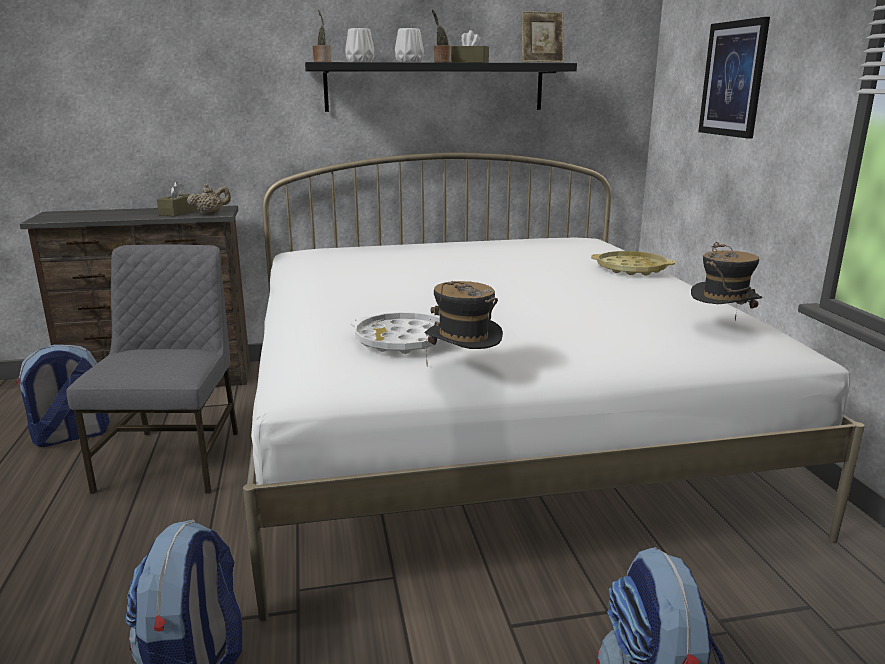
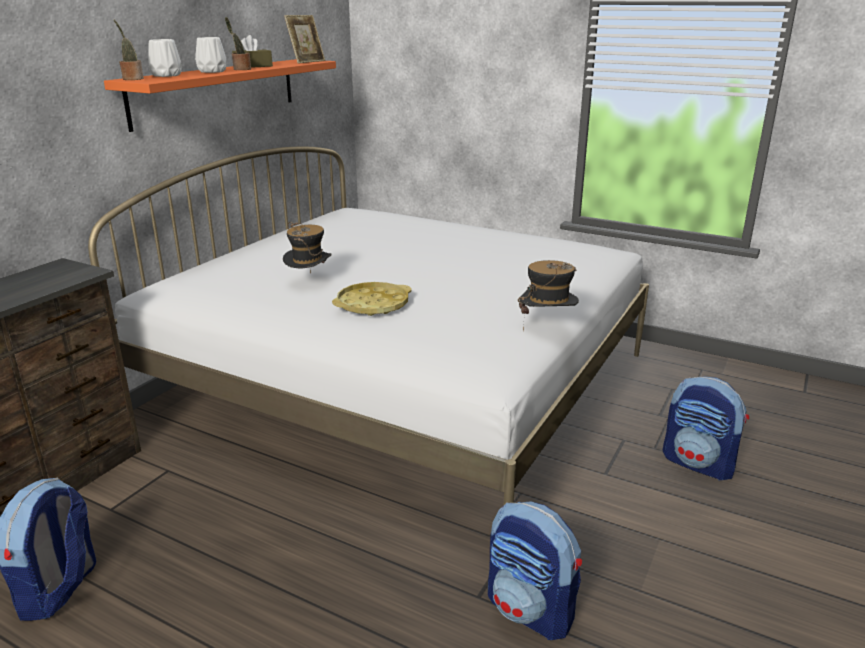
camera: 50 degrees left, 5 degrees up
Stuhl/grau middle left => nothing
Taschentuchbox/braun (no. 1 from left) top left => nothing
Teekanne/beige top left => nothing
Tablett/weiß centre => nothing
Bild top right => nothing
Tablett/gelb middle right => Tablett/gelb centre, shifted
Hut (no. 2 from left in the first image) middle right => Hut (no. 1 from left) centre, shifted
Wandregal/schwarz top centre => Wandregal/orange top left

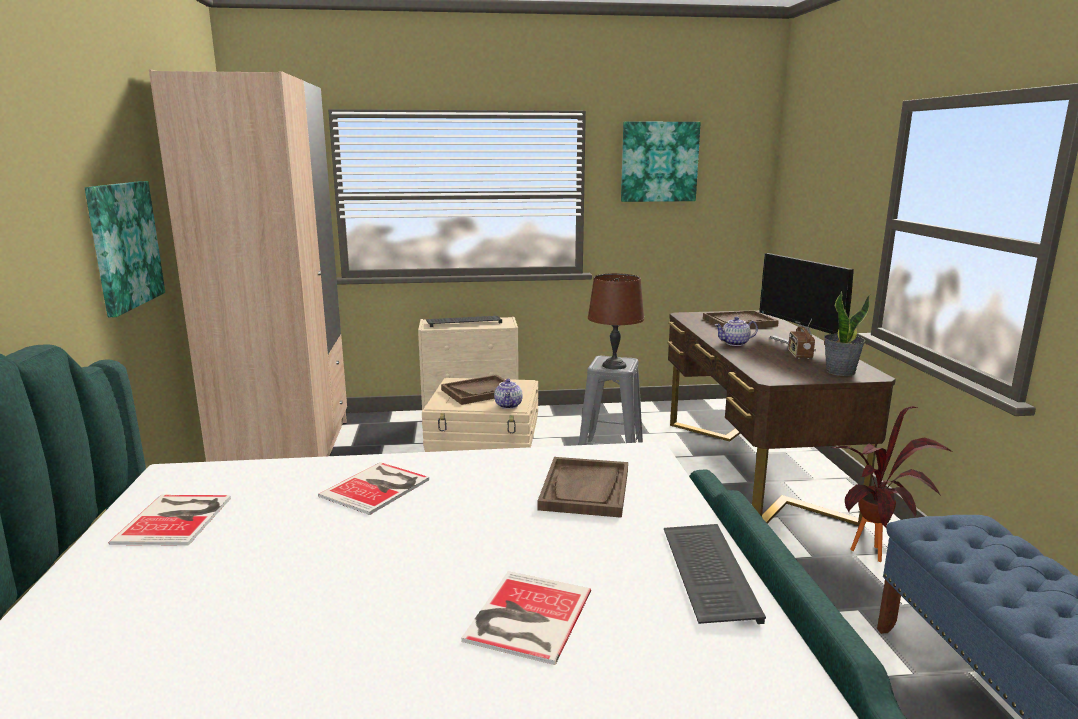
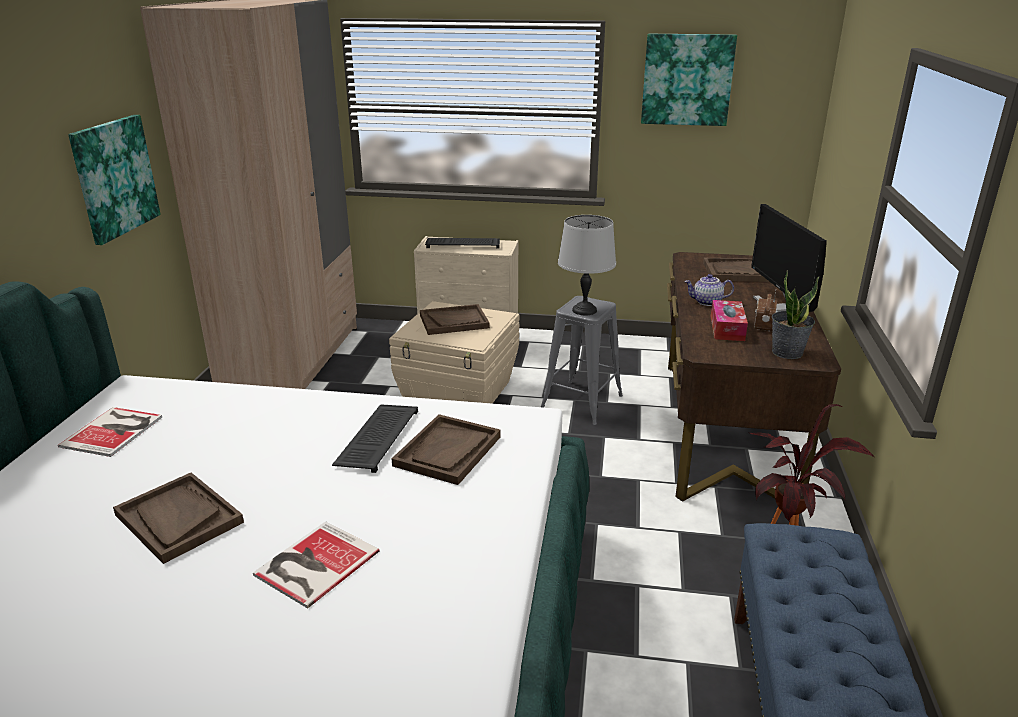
camera: 15 degrees right, 10 degrees up
Buch (no. 2 from left) bottom centre => nothing
Teekanne (no. 1 from left) centre => nothing
nothing => Tablett/braun (no. 1 from left) bottom left
nothing => Taschentuchbox middle right
Tastatur (no. 2 from left in the first image) bottom centre => Tastatur (no. 1 from left) centre, shifted
Tischlampe/braun centre => Tischlampe/grau centre

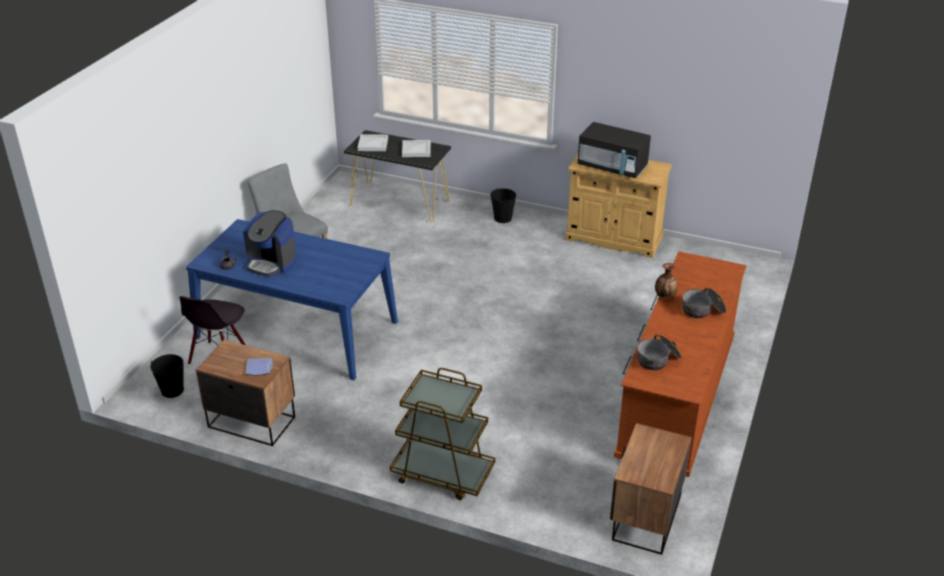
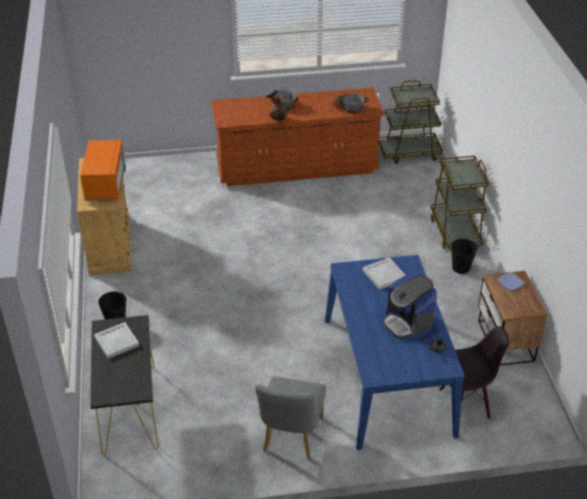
camera: 120 degrees left, 5 degrees up
Eimer/schwarz (no. 1 from left in the first image) middle left => Eimer/schwarz (no. 2 from left) middle right, shifted
Tablett/weiß (no. 1 from left in the first image) top centre => Tablett/weiß (no. 2 from left) centre, shifted
Nachttisch (no. 2 from left) bottom right => Rollwagen/braun (no. 1 from left) top right
Mikrowelle/schwarz top centre => Mikrowelle/orange middle left
Kaffeemaschine middle left => Kaffeemaschine middle right, 150 degrees clockwise

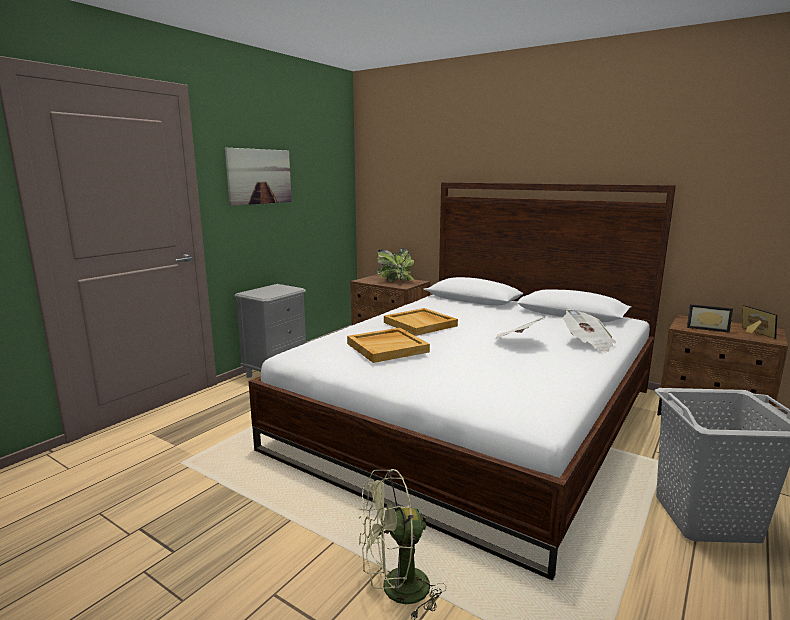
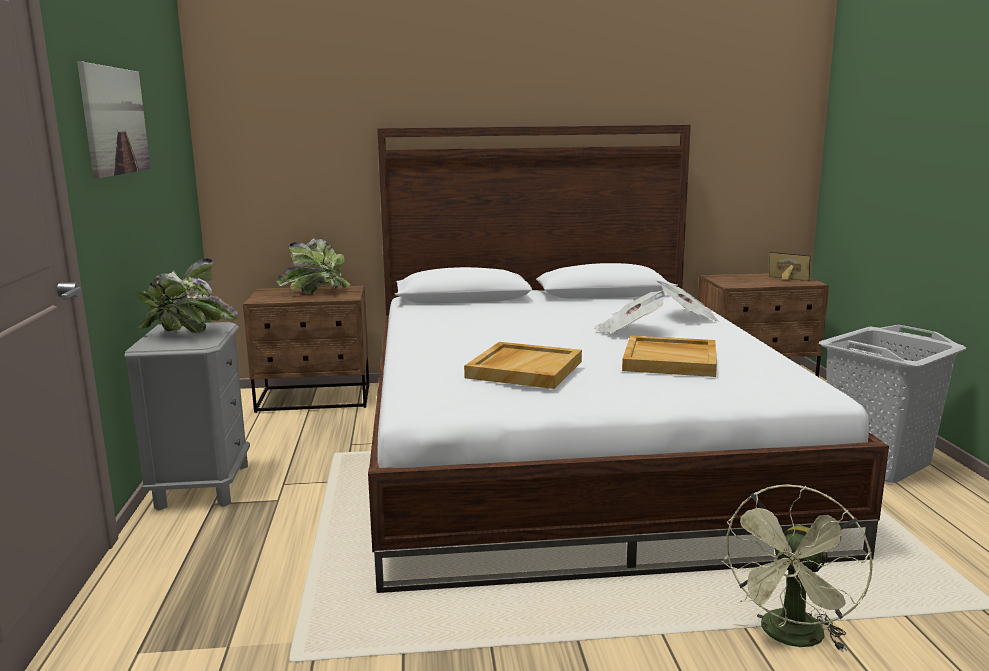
camera: 40 degrees left, 0 degrees up
Bilderrahmen (no. 1 from left) middle right => nothing
nothing => Topfpflanze (no. 1 from left) middle left
Tablett/beige (no. 2 from left) centre => Tablett/beige (no. 2 from left) middle right, shifted

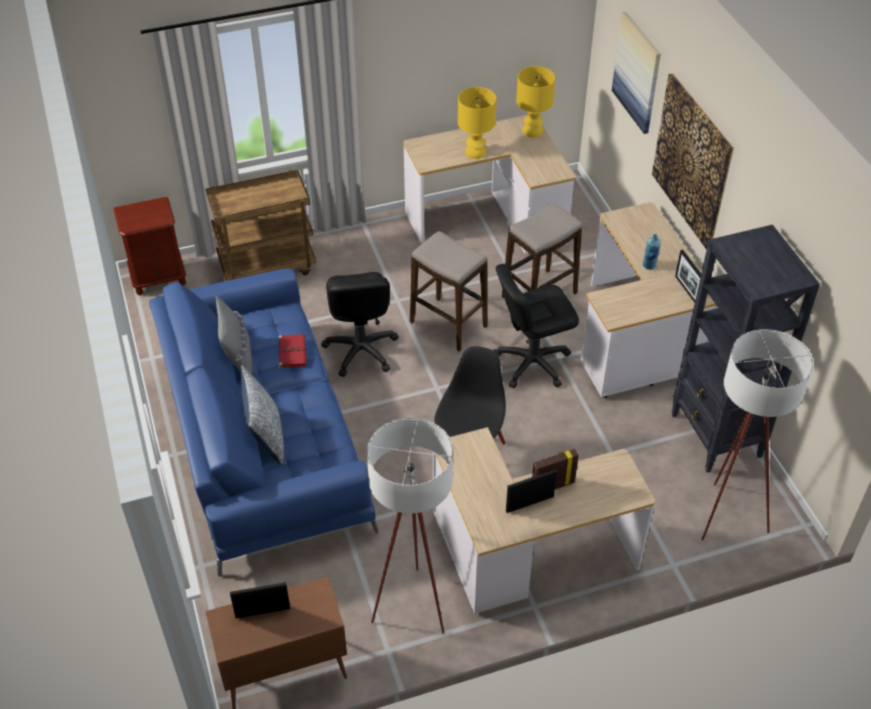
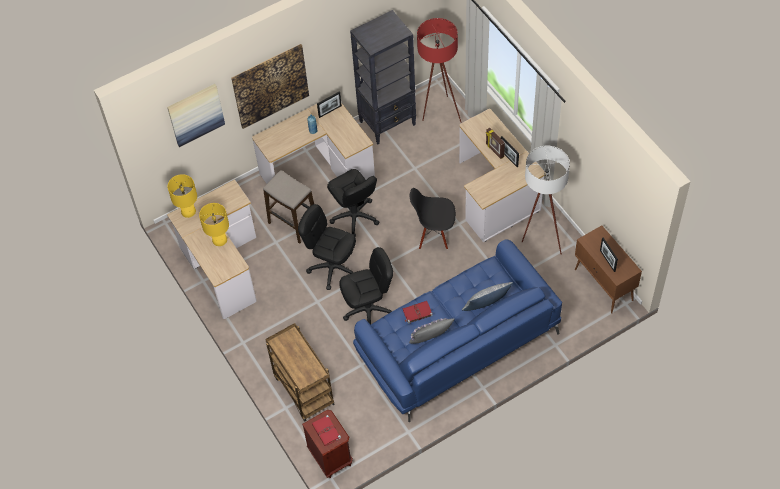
camera: 100 degrees left, 10 degrees up
nothing => Buch/rot (no. 1 from left) bottom centre
Hocker (no. 1 from left) centre => Bürostuhl/schwarz (no. 1 from left) centre
Stehlampe/weiß (no. 2 from left) middle right => Stehlampe/rot top centre

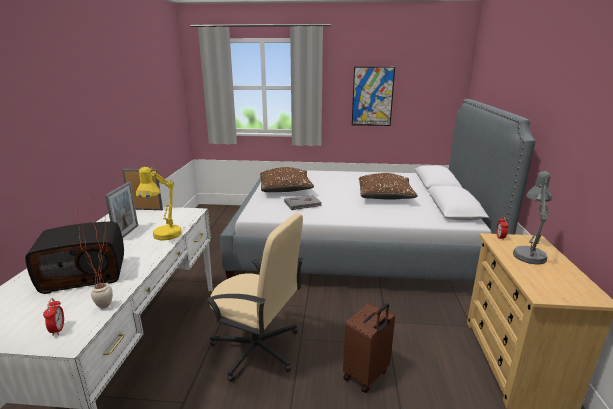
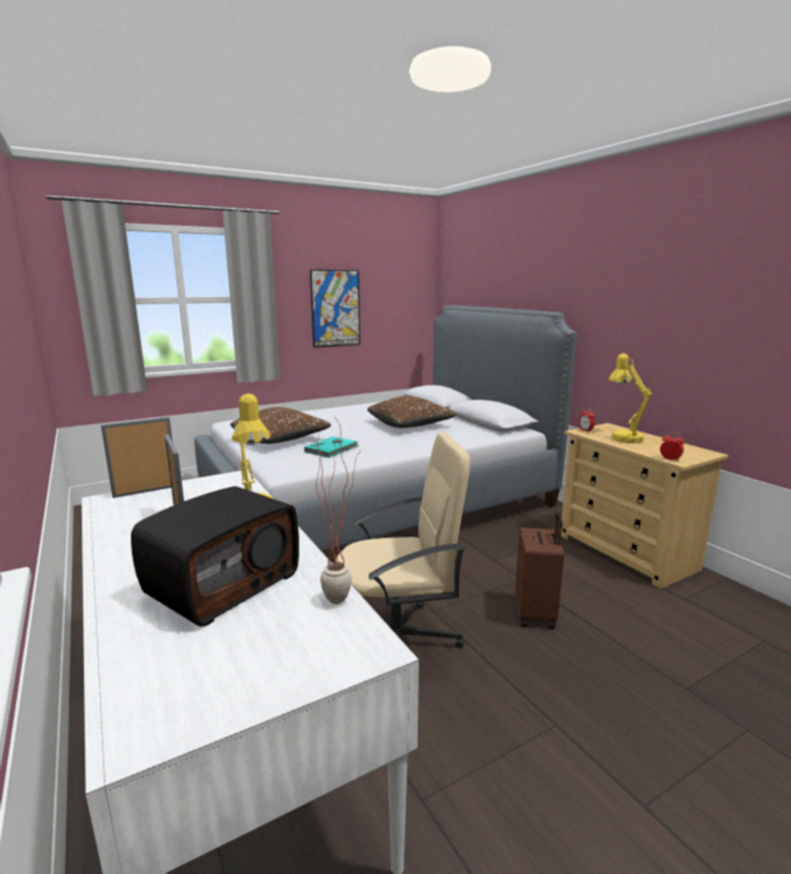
camera: 35 degrees left, 5 degrees down
Wecker (no. 1 from left in the first image) bottom left => Wecker (no. 2 from left) middle right, shifted
Buch/grau centre => Buch/türkis centre
Tischlampe/grau middle right => Tischlampe/gelb (no. 2 from left) middle right

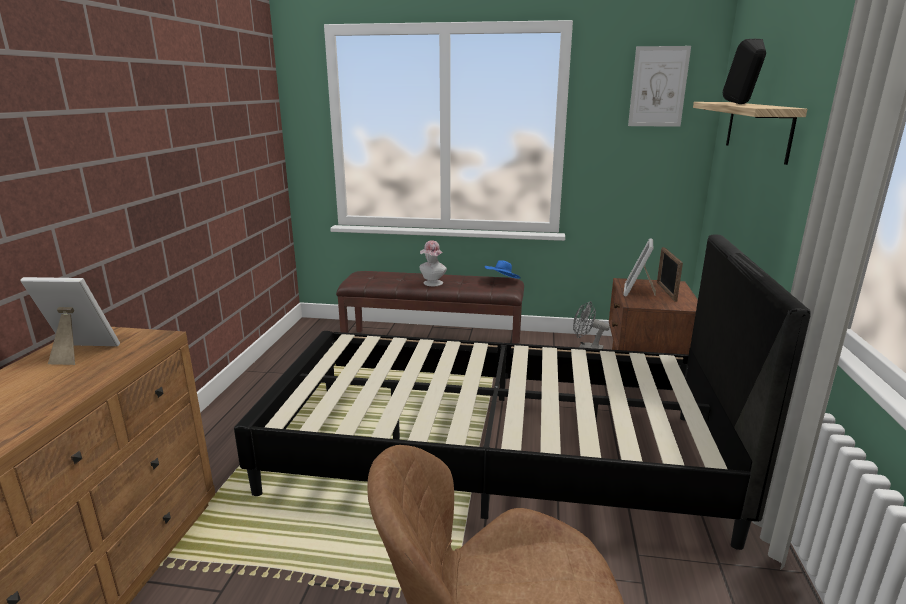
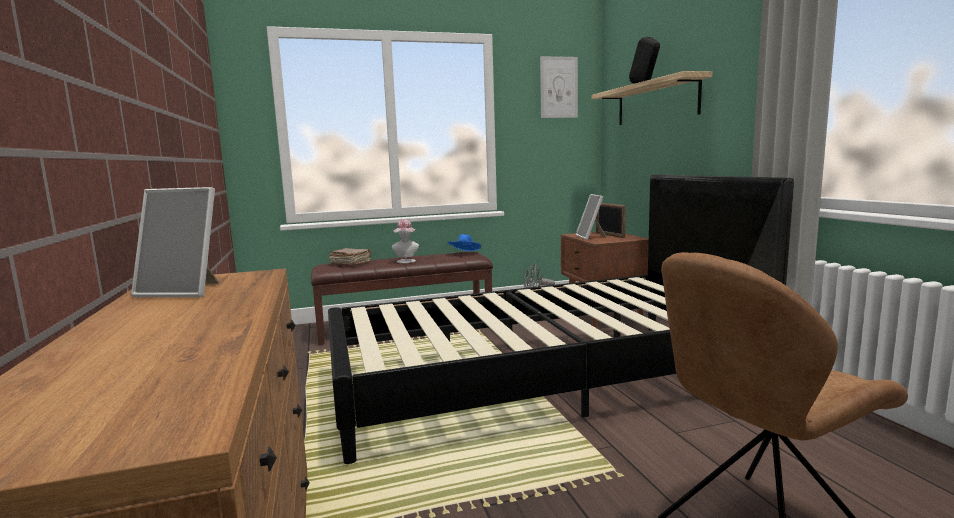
camera: 25 degrees left, 10 degrees down
nothing => Buch/braun centre
Bilderrahmen (no. 1 from left) middle left, 150 degrees counterclockwise

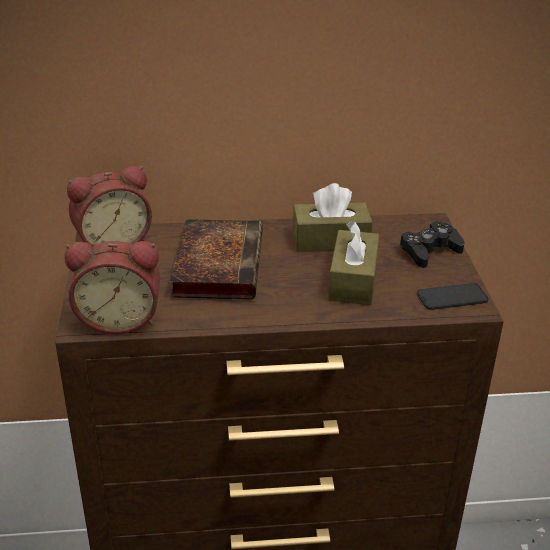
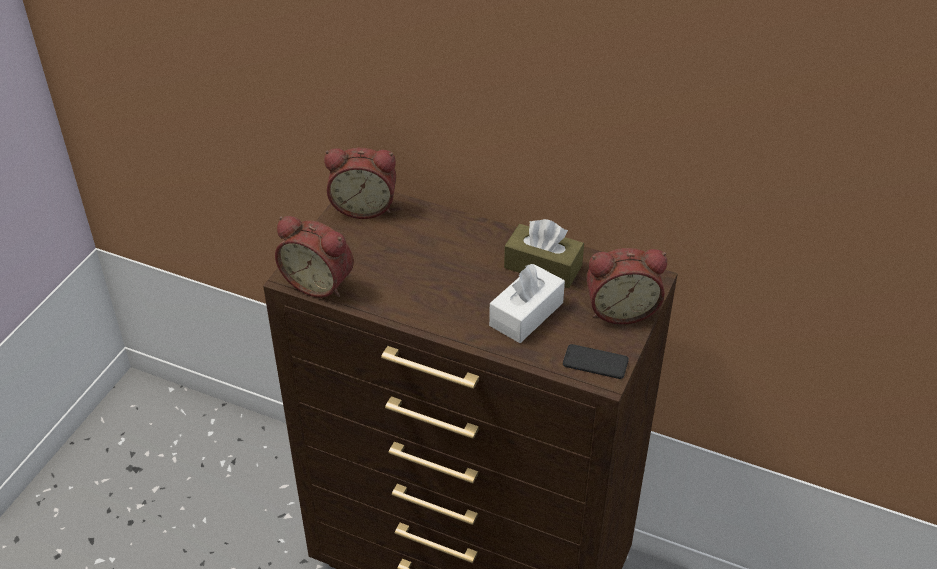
camera: 30 degrees right, 10 degrees up
Buch centre => nothing
Gamepad/schwarz middle right => Wecker (no. 3 from left) middle right
Taschentuchbox/braun (no. 2 from left) centre => Taschentuchbox/weiß centre

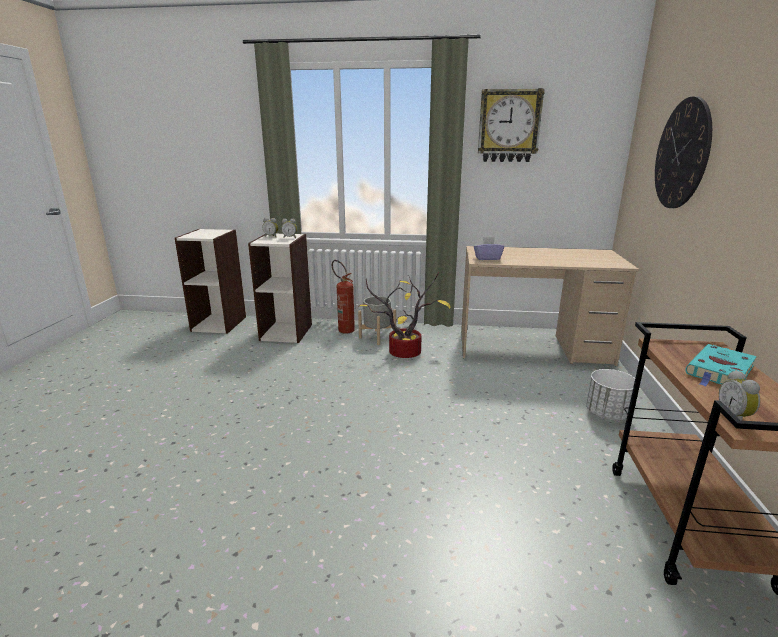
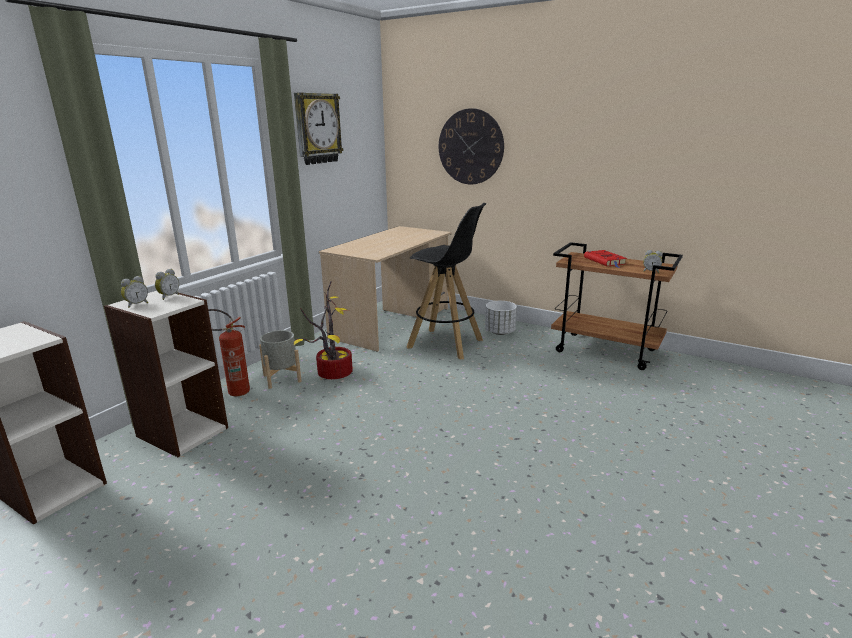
camera: 65 degrees left, 0 degrees up
Taschentuchbox/lila centre => nothing
nothing => Hocker/schwarz centre
Buch/türkis middle right => Buch/rot middle right

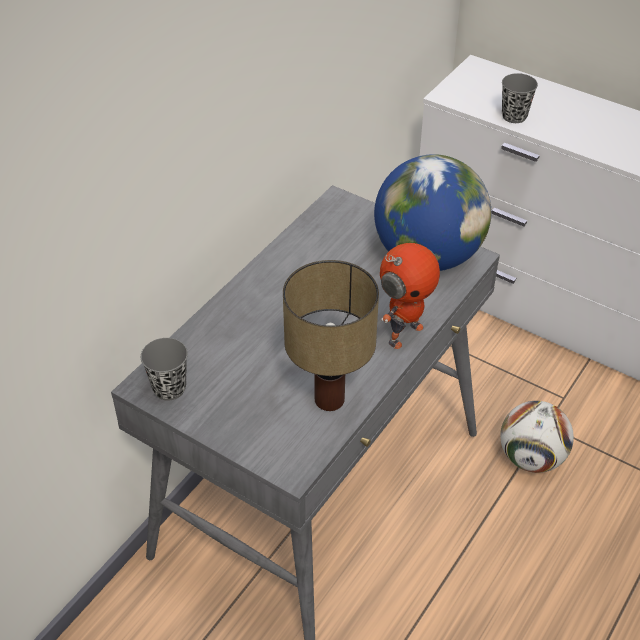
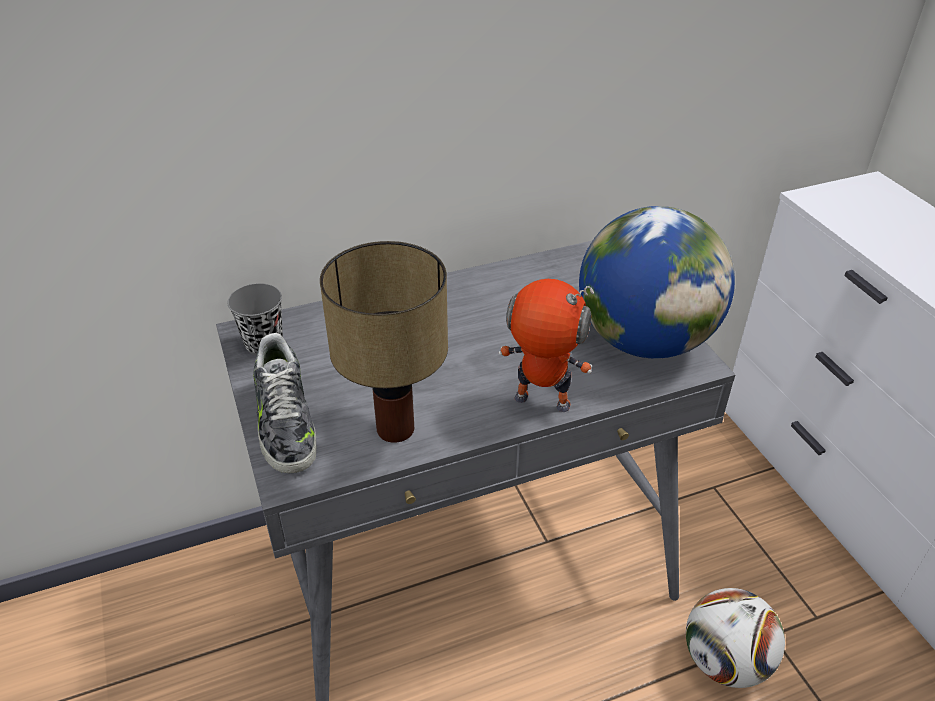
camera: 35 degrees right, 5 degrees down
Tasse/grau (no. 2 from left) top right => nothing
nothing => Schuh middle left
Spielzeugroboter centre, 150 degrees counterclockwise

